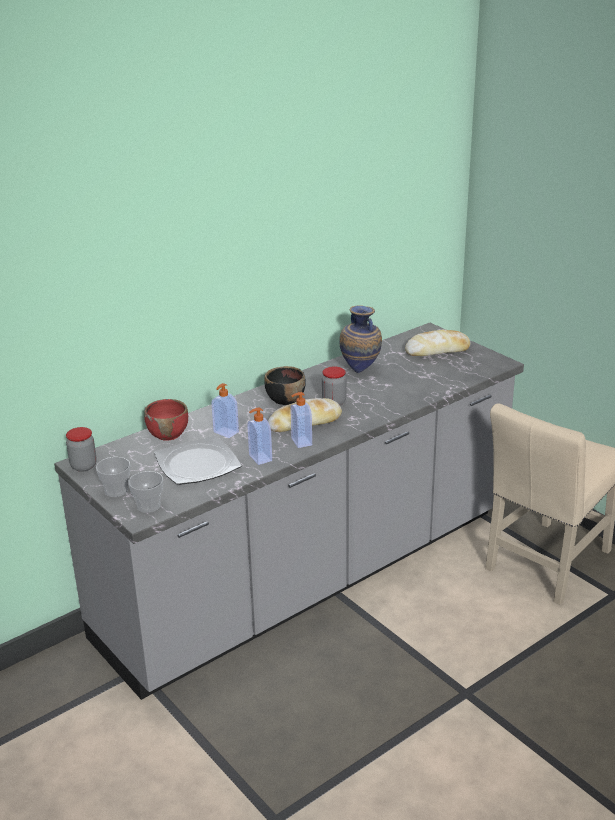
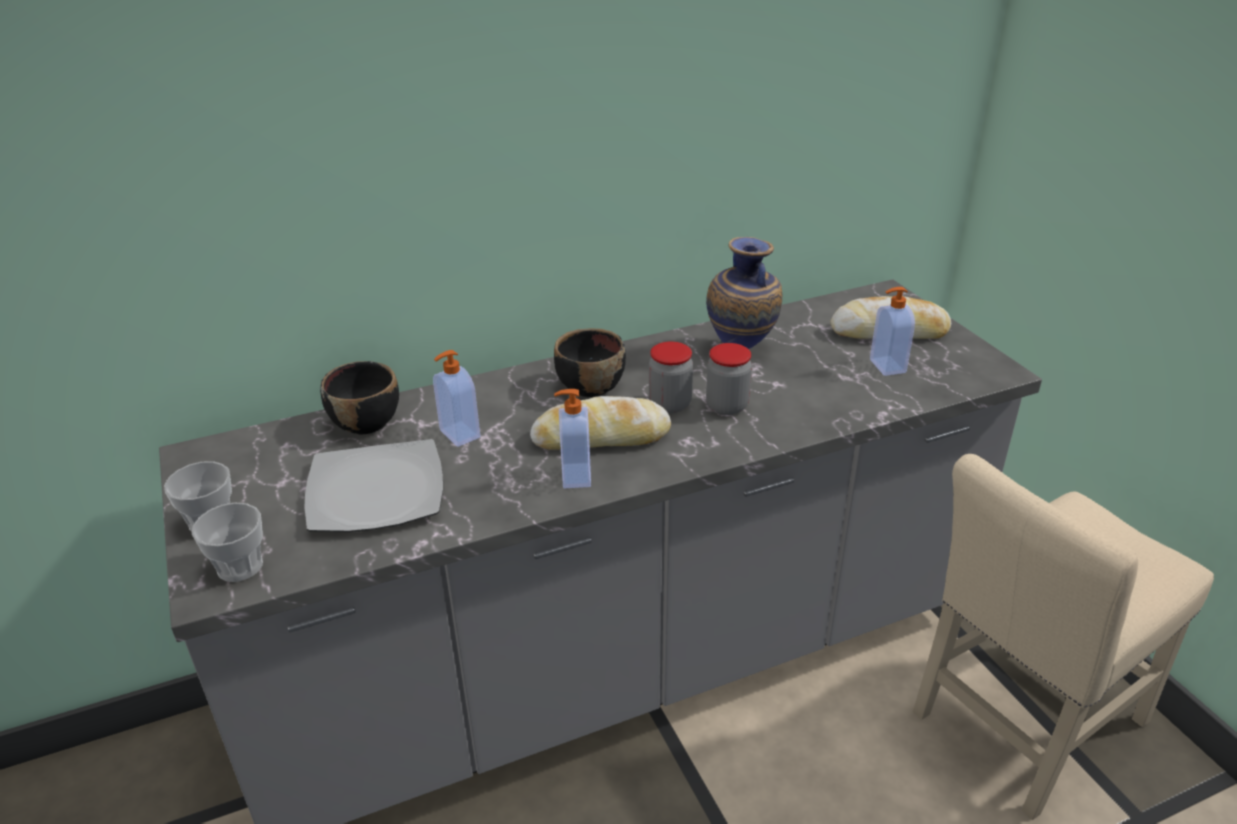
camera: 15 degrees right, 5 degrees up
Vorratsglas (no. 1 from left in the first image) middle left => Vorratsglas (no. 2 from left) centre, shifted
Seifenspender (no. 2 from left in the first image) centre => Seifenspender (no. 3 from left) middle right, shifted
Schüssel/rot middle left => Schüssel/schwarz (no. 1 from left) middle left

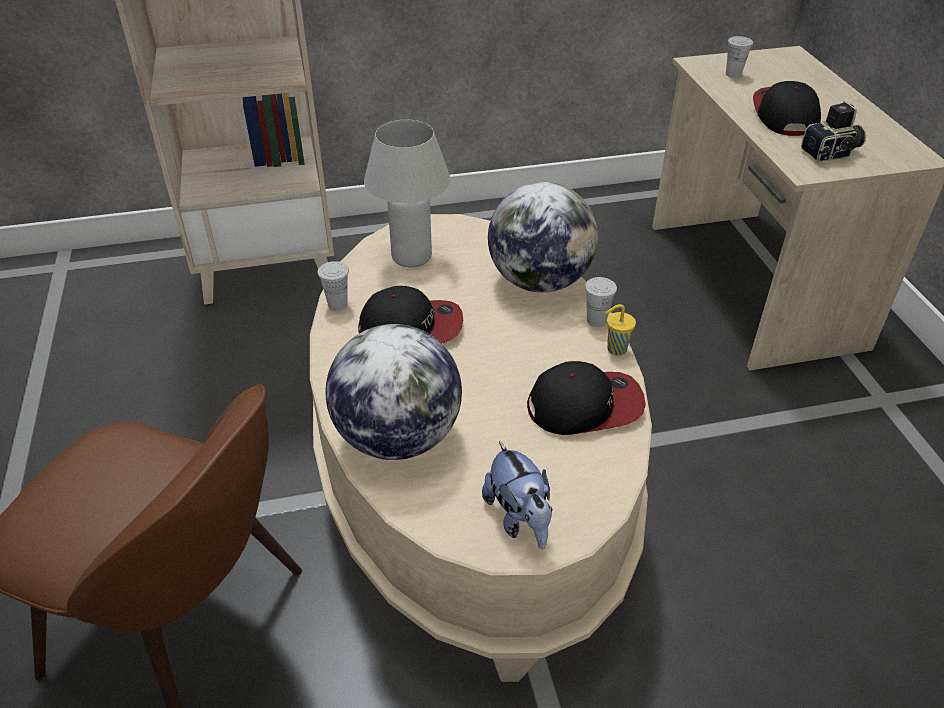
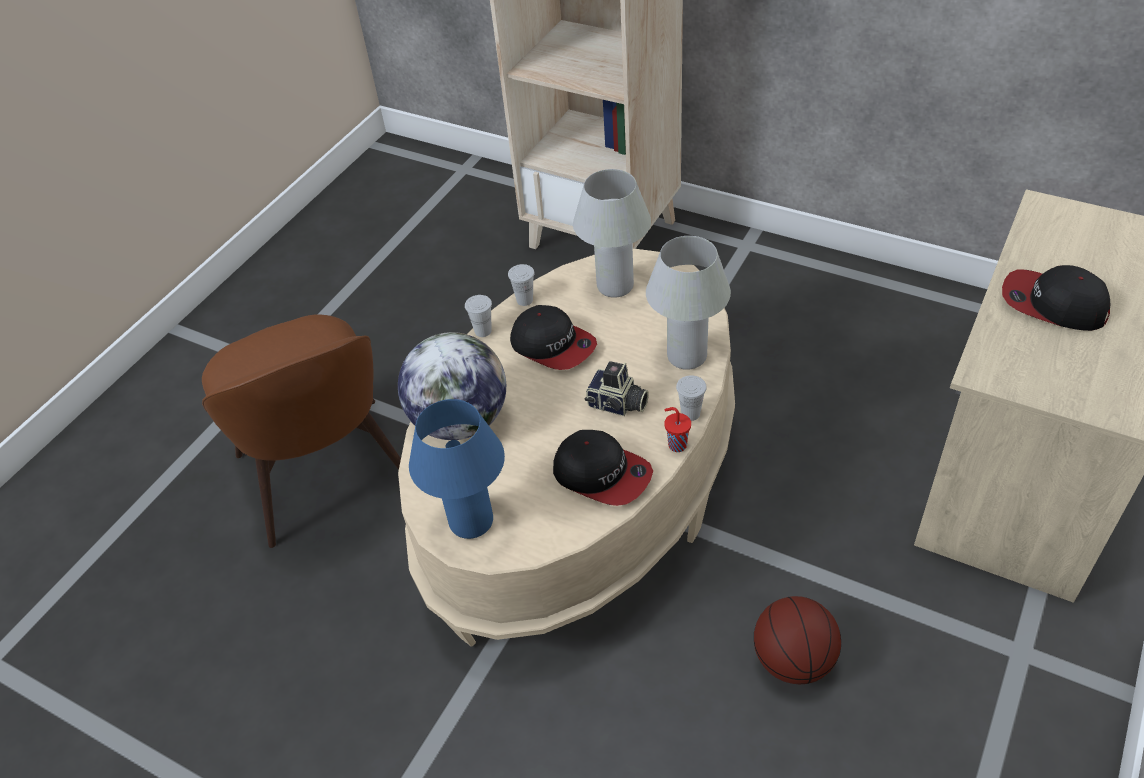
camera: 45 degrees right, 5 degrees up
nothing => Basketball bottom right
Tasse/weiß (no. 3 from left in the first image) top right => Tasse/weiß (no. 1 from left) centre, shifted
Kamera top right => Kamera centre, shifted
Plüschtier bottom centre => Tischlampe/blau centre
Globus (no. 2 from left) centre => Tischlampe/weiß (no. 2 from left) centre
Tasse/gelb centre => Tasse/rot centre
Kappe (no. 3 from left) top right => Kappe (no. 3 from left) middle right, 105 degrees counterclockwise

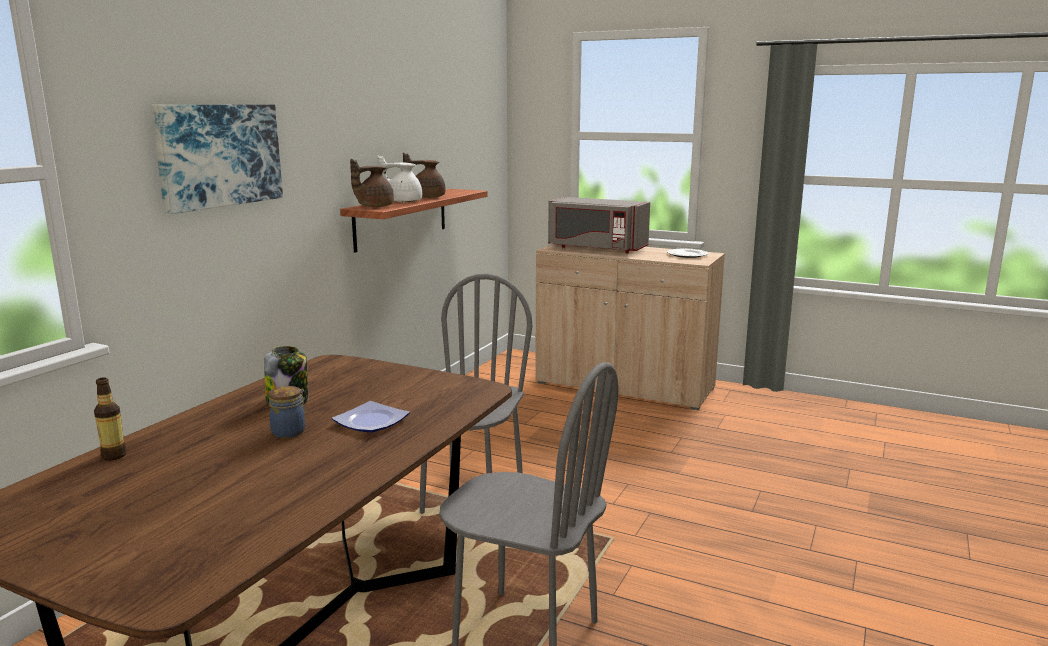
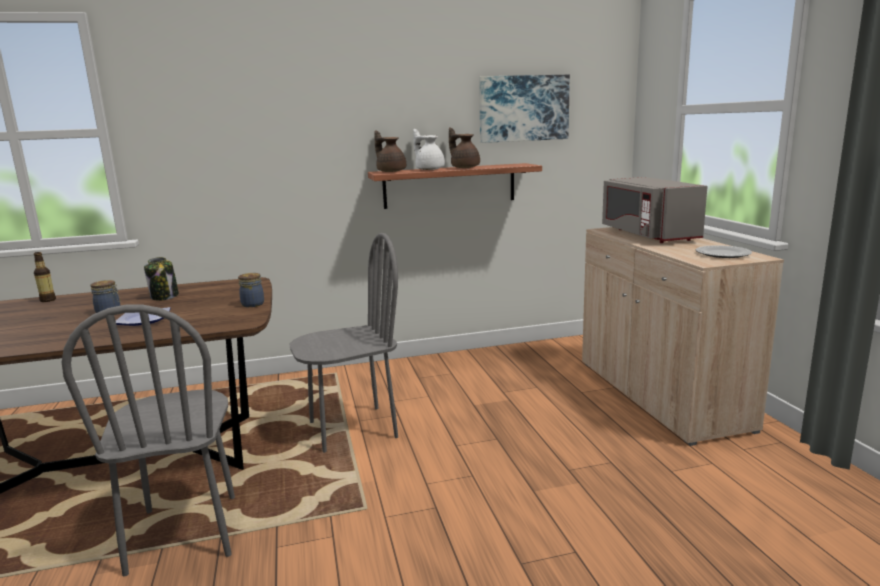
camera: 50 degrees right, 0 degrees up
nothing => Vorratsglas (no. 3 from left) middle left
Bild top left => Bild top centre, shifted
Teekanne/braun (no. 1 from left) top centre, 45 degrees clockwise

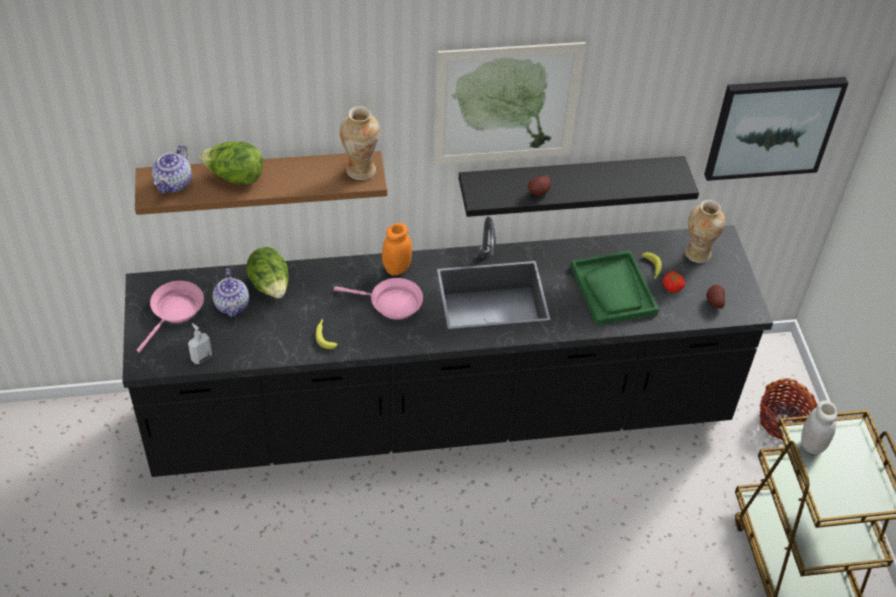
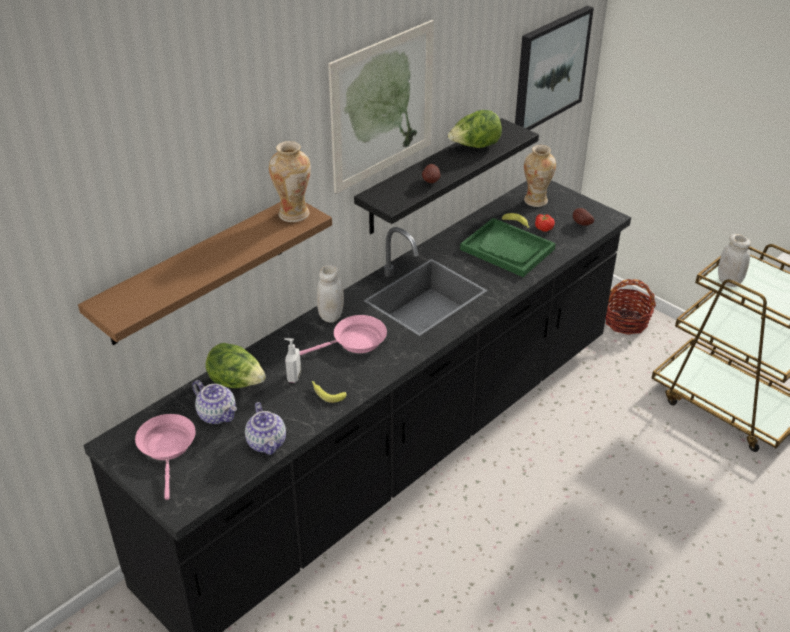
camera: 35 degrees left, 10 degrees down
Teekanne (no. 1 from left in the first image) top left => Teekanne (no. 2 from left) bottom centre, shifted
Seifenspender middle left => Seifenspender centre, shifted
Salatkopf (no. 1 from left in the first image) top left => Salatkopf (no. 2 from left) top centre, shifted
Vorratsglas/orange centre => Vorratsglas/weiß (no. 1 from left) centre

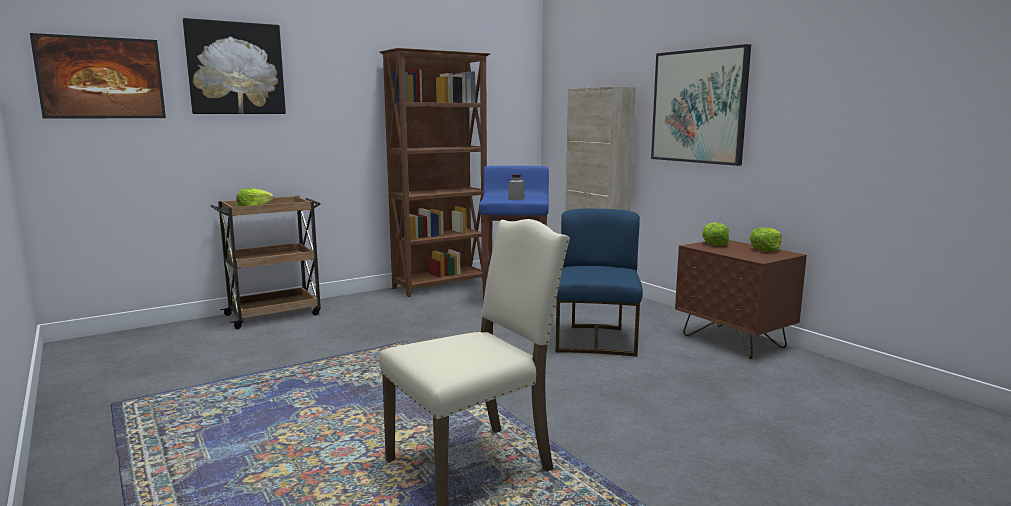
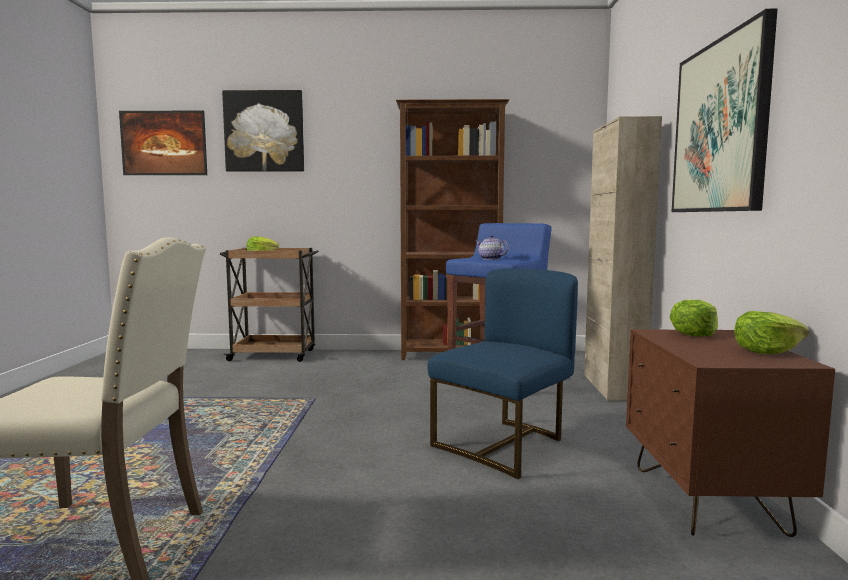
camera: 35 degrees right, 5 degrees down
Vorratsglas/grau centre => Teekanne centre

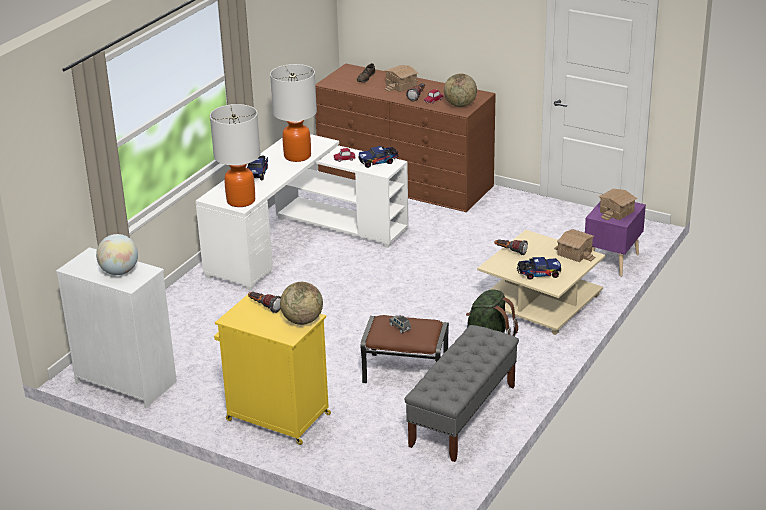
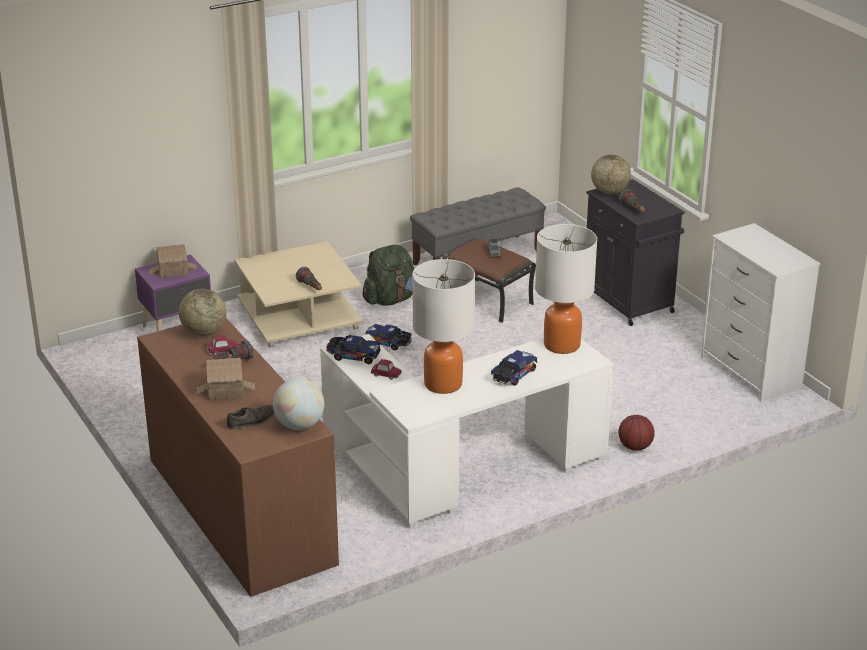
camera: 150 degrees left, 0 degrees up
Spielzeughaus (no. 2 from left) middle right => nothing
nothing => Basketball middle right
Globus (no. 1 from left in the first image) middle left => Globus (no. 2 from left) centre, shifted
Spielzeuglaster (no. 3 from left in the first image) middle right => Spielzeuglaster (no. 2 from left) centre, shifted
Schrank/gelb bottom centre => Schrank/schwarz middle right

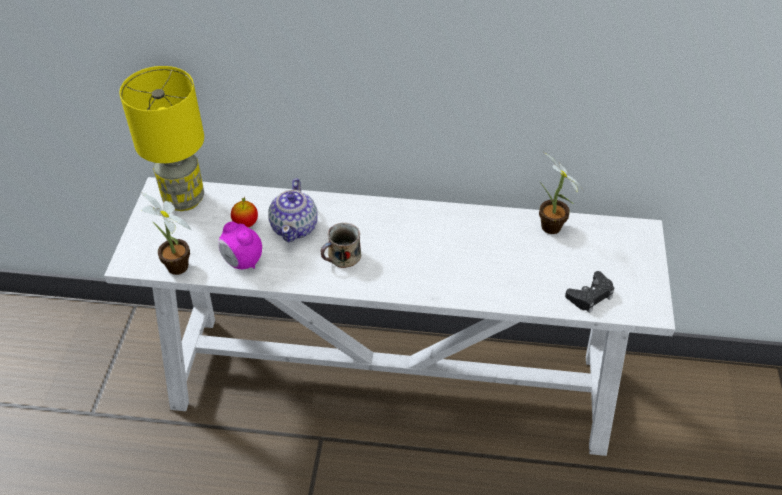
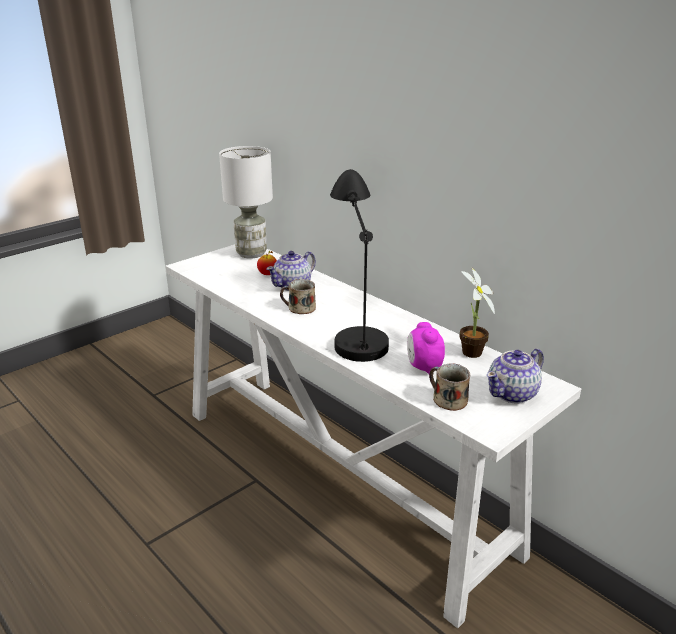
camera: 40 degrees right, 20 degrees down
Topfpflanze (no. 1 from left) middle left => nothing
nothing => Tischlampe/schwarz centre
nothing => Teekanne (no. 2 from left) middle right
Wecker middle left => Wecker centre, shifted
Gamepad/schwarz middle right => Henkelbecher (no. 2 from left) centre
Tischlampe/gelb top left => Tischlampe/weiß top centre

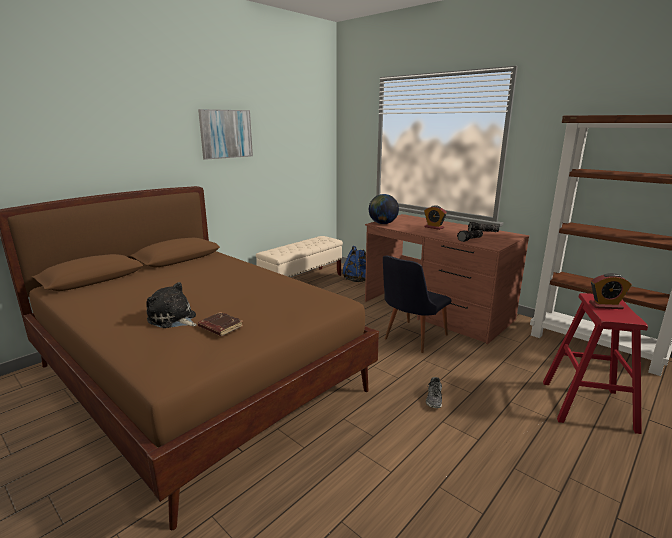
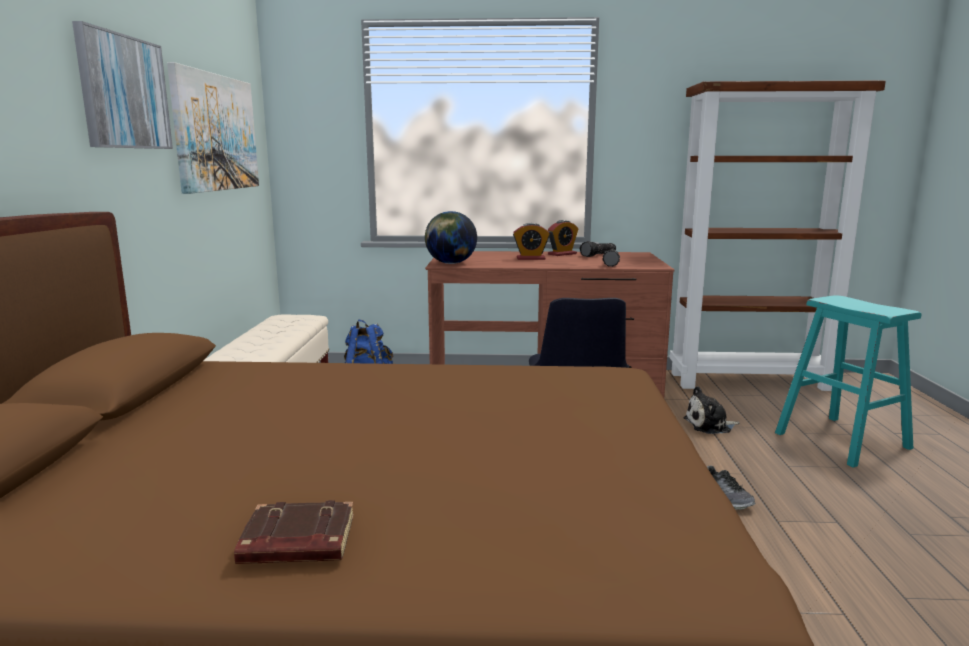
camera: 40 degrees left, 5 degrees down
nothing => Bild (no. 2 from left) top left
Plüschtier middle left => Plüschtier middle right, shifted
Buch/braun middle left => Buch/braun bottom left, shifted
Wecker (no. 2 from left) middle right => Wecker (no. 2 from left) centre, shifted
Hocker/rot bottom right => Hocker/türkis middle right

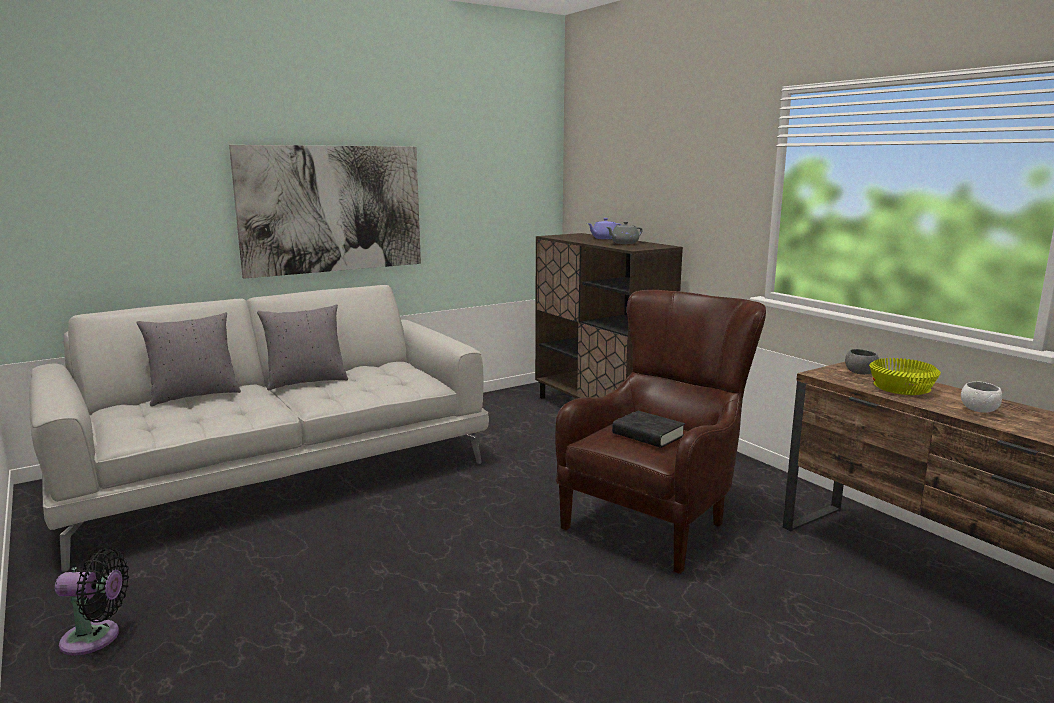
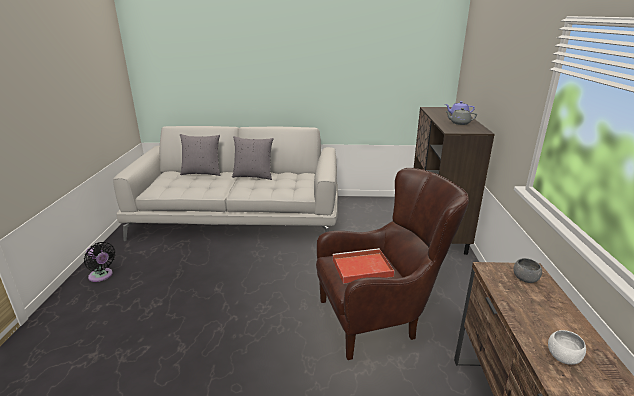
camera: 35 degrees right, 10 degrees up
Bild top left => nothing
Schüssel/gelb middle right => nothing
Buch/schwarz centre => Tablett/rot bottom centre

